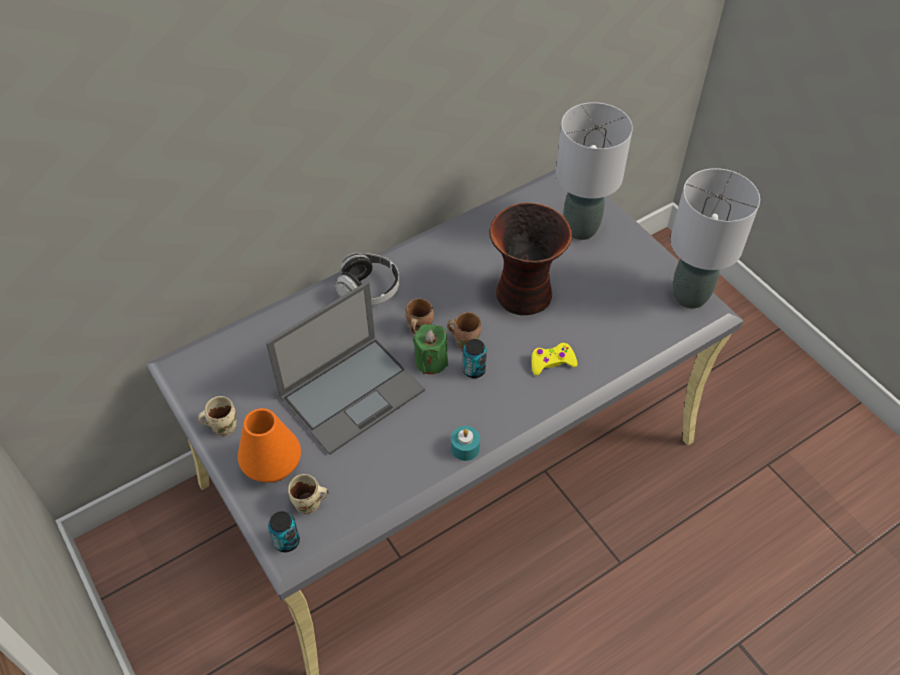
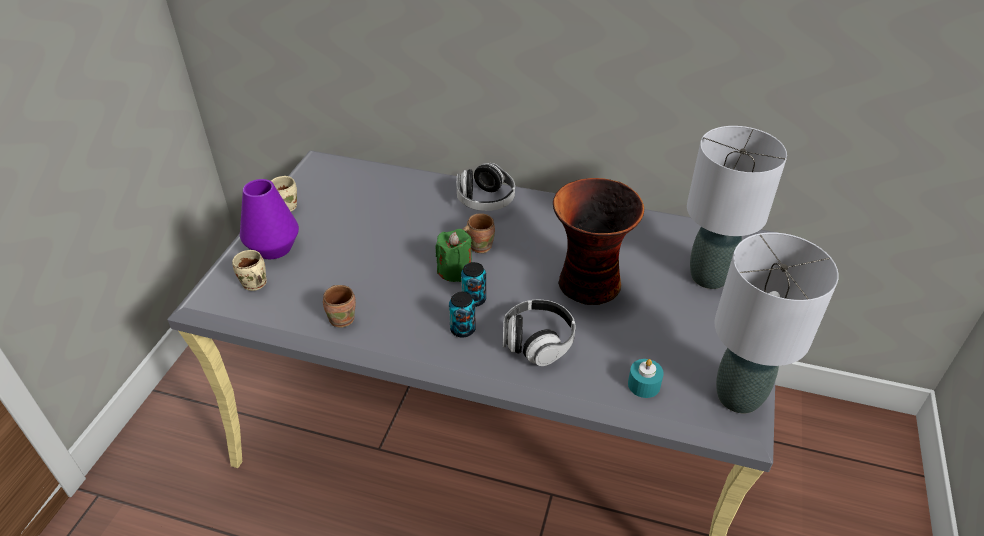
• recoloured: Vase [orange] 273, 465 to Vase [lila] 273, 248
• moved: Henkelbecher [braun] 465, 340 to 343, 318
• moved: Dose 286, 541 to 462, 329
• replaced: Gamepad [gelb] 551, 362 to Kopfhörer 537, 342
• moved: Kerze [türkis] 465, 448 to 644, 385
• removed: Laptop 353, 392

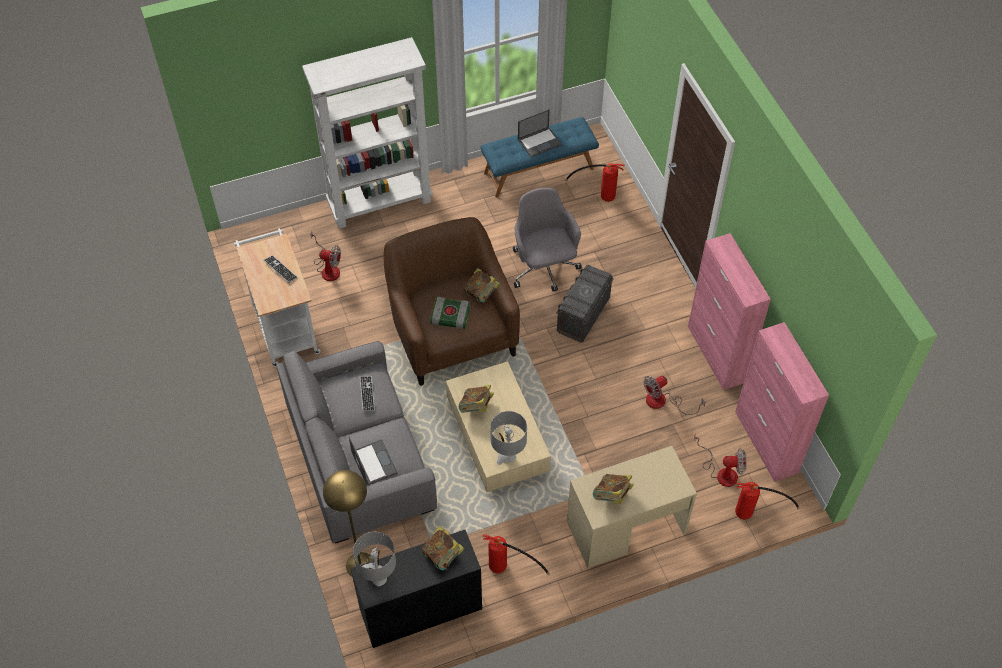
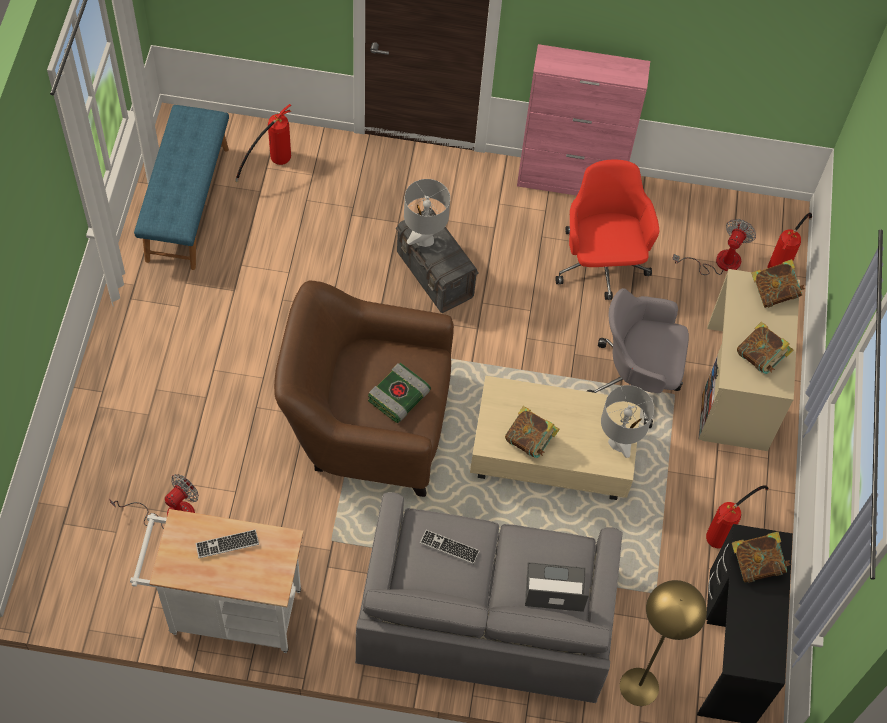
• moved: Tischlampe [grau] 378, 578 to 424, 240
• replaced: Ventilator 663, 402 to Bürostuhl [rot] 601, 264
• moved: Bürostuhl [grau] 544, 268 to 635, 380
• moved: Buch 481, 293 to 773, 292
• removed: Bücherregal [weiß] 380, 203
• removed: Laptop 540, 142
• removed: Schrank [rosa] 766, 442

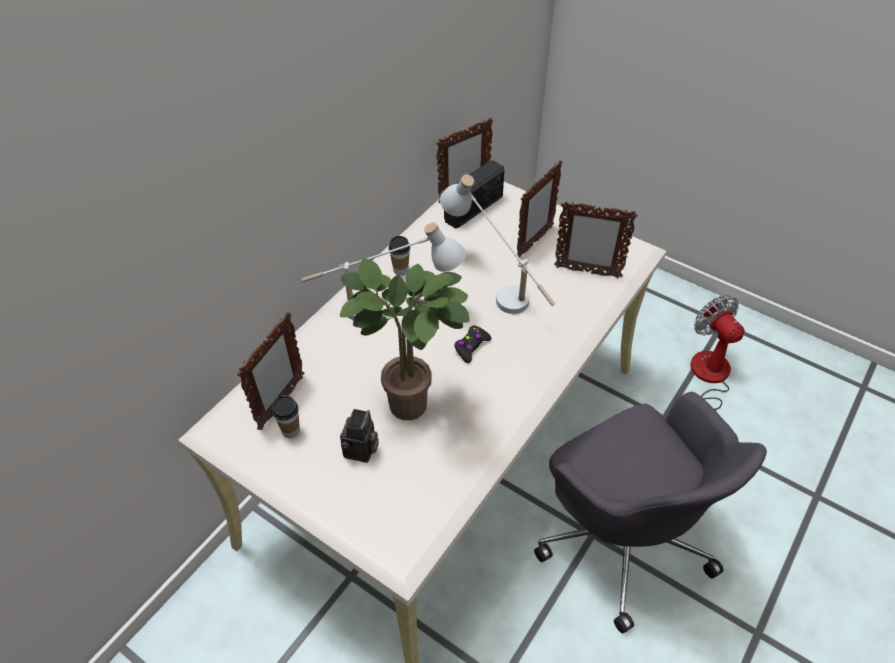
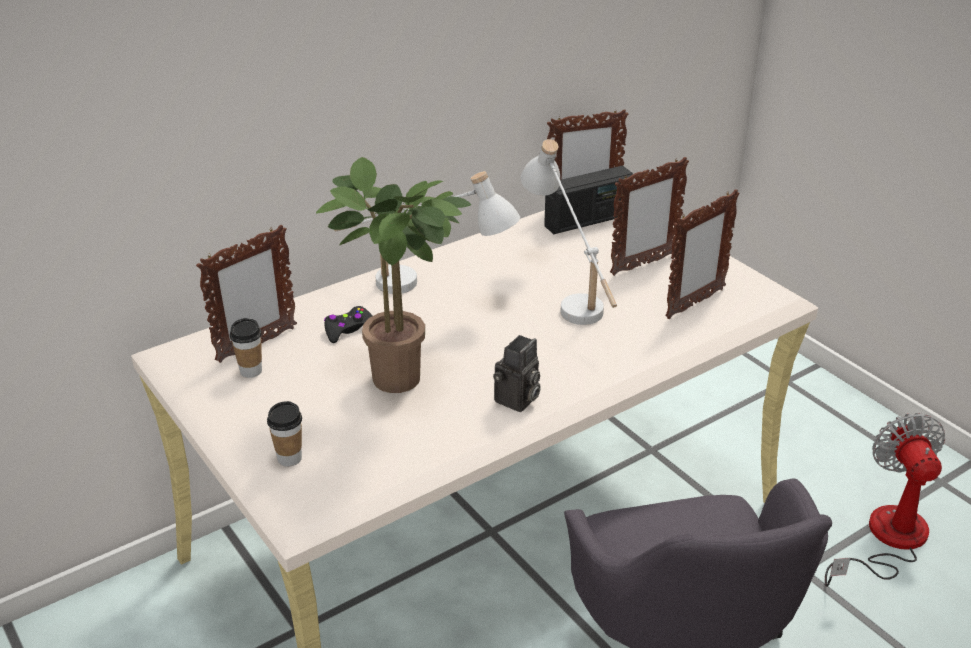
• moved: Tasse 400, 270 to 289, 458
• moved: Gamepad [schwarz] 471, 347 to 349, 330
• moved: Kamera 361, 451 to 517, 401
• turned: Bilderrahmen 586, 272 = 694, 304 75 degrees counterclockwise

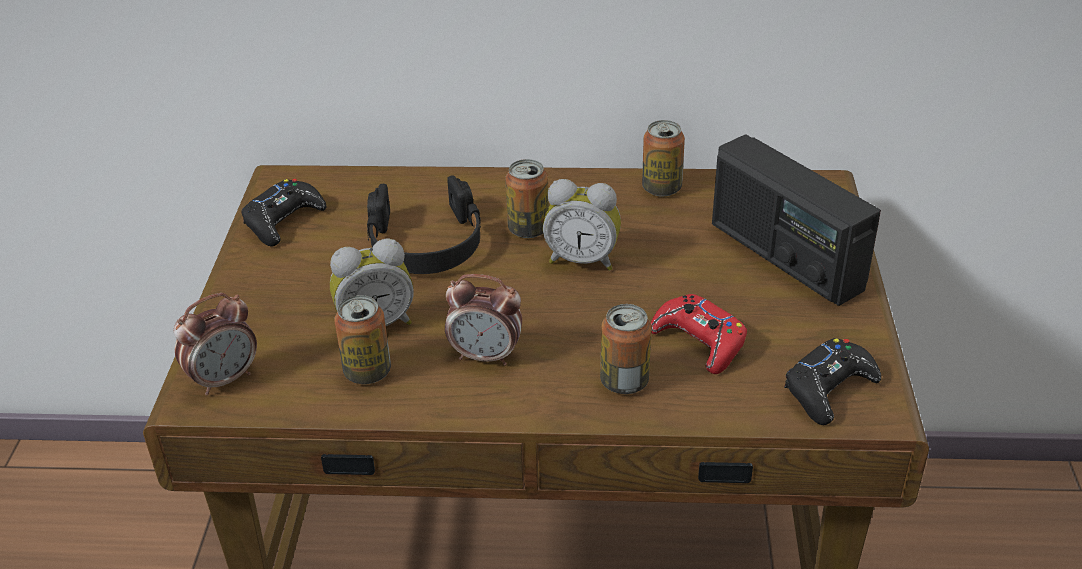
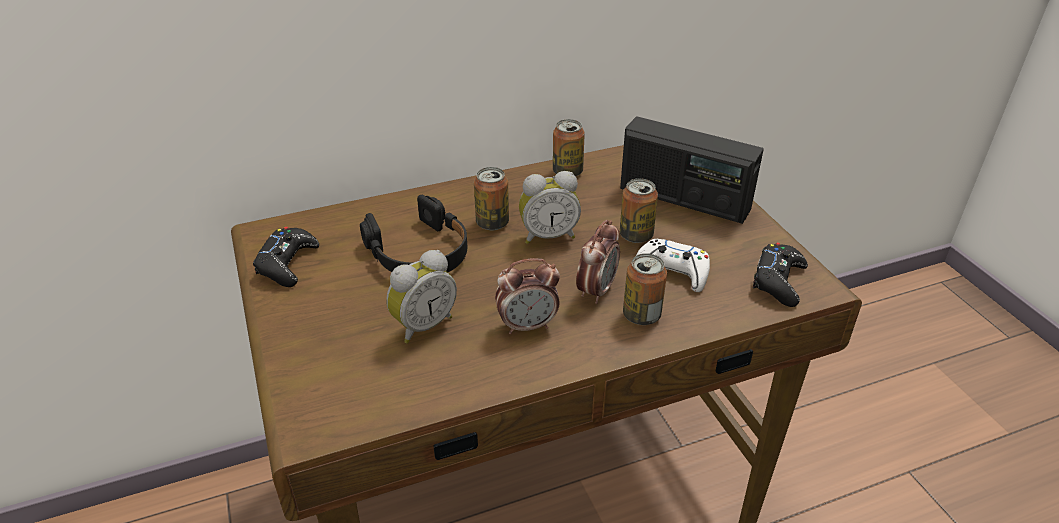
• moved: Wecker 224, 379 to 596, 290
• moved: Dose 367, 372 to 636, 235
• recoloured: Gamepad [rot] 699, 341 to Gamepad [weiß] 671, 272

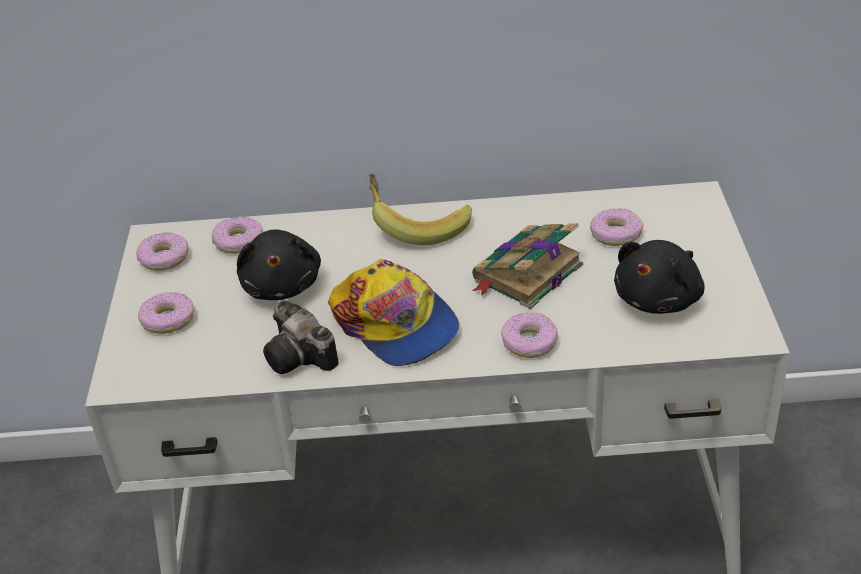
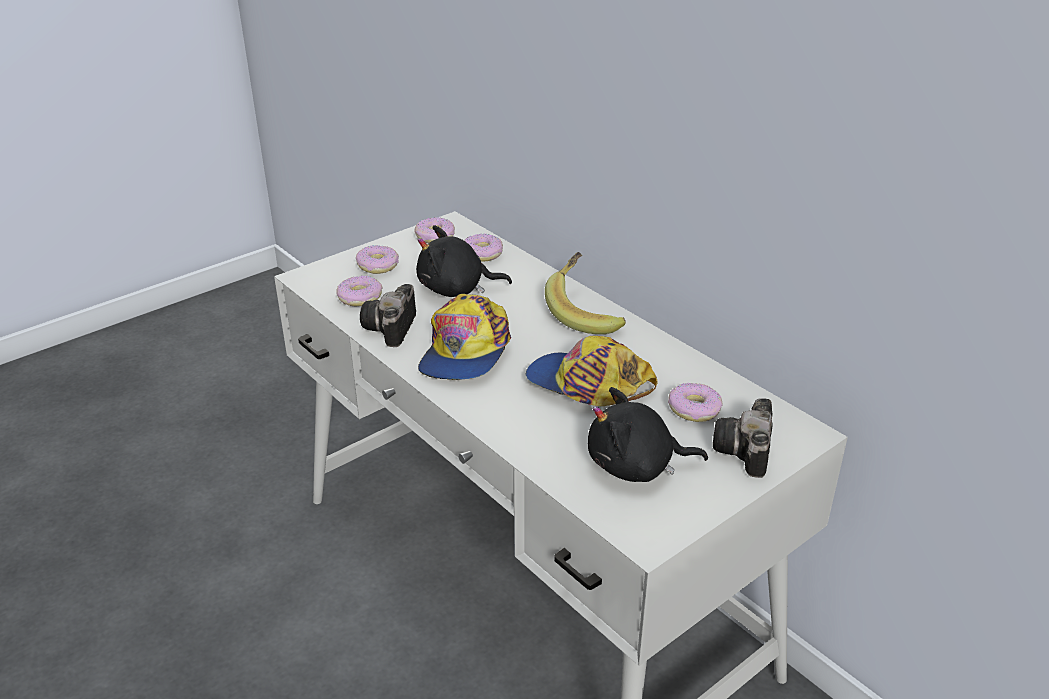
• moved: Donut 529, 342 to 359, 297
• turned: Plüschtier [schwarz] 282, 285 = 456, 289 45 degrees clockwise
• replaced: Buch 526, 274 to Kappe 588, 385
• added: Kamera 745, 453

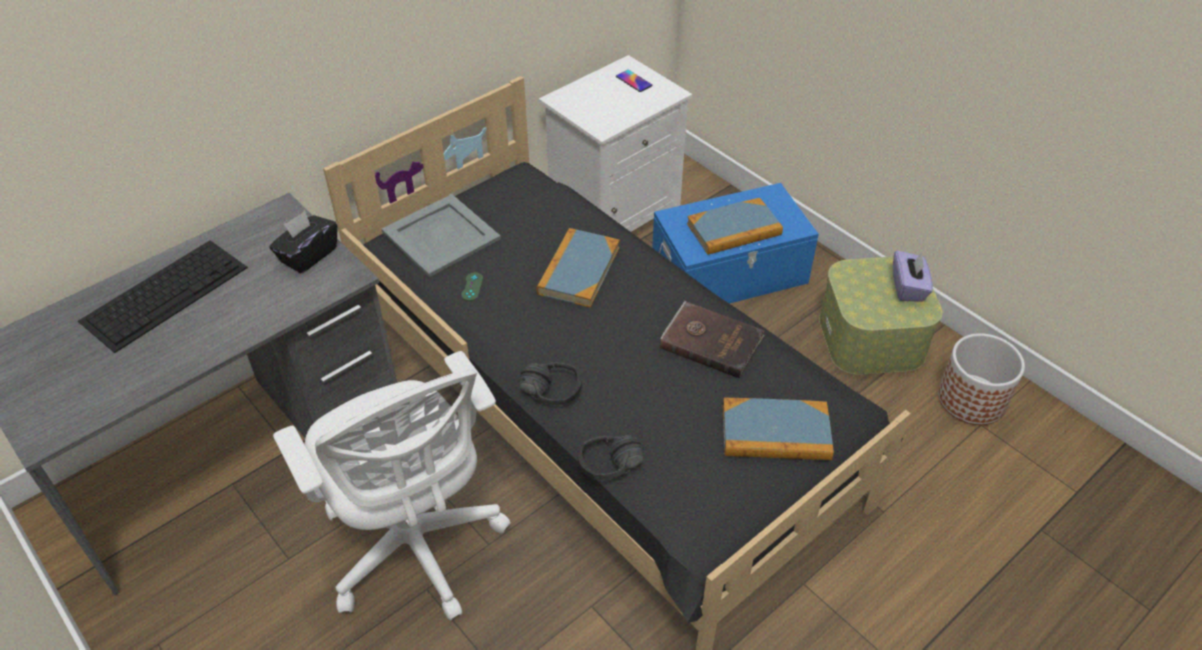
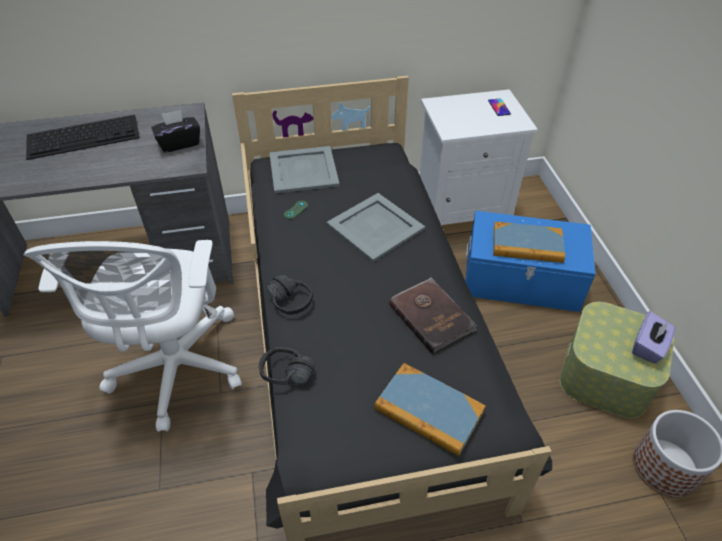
• replaced: Buch 578, 270 to Tablett [grau] 374, 226

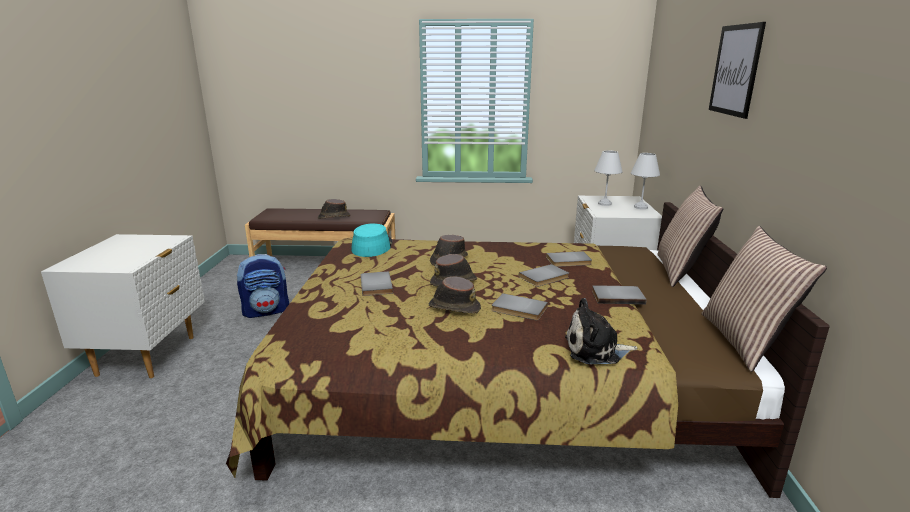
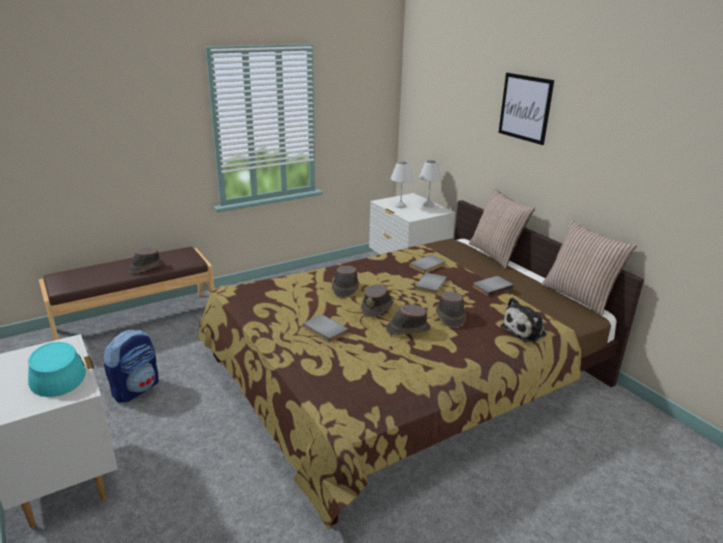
• moved: Hut [türkis] 372, 246 to 57, 374
• replaced: Buch [grau] 518, 309 to Hut [braun] 450, 317

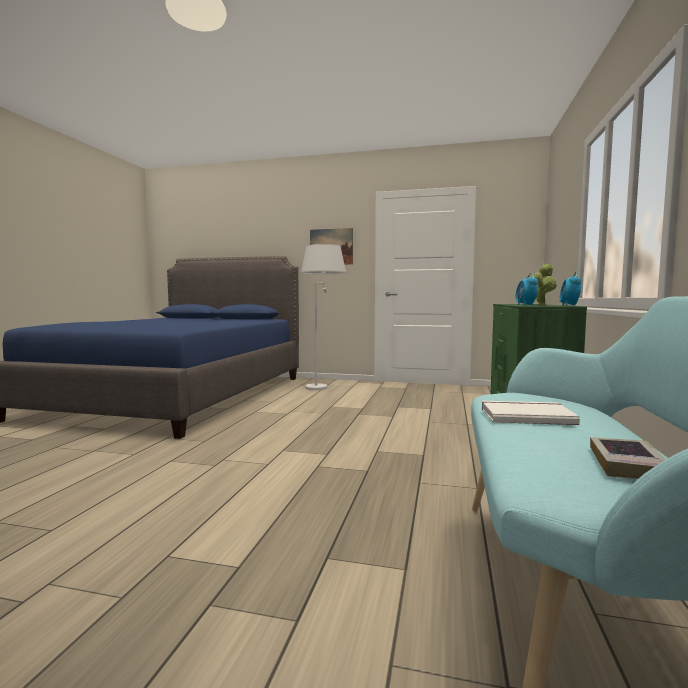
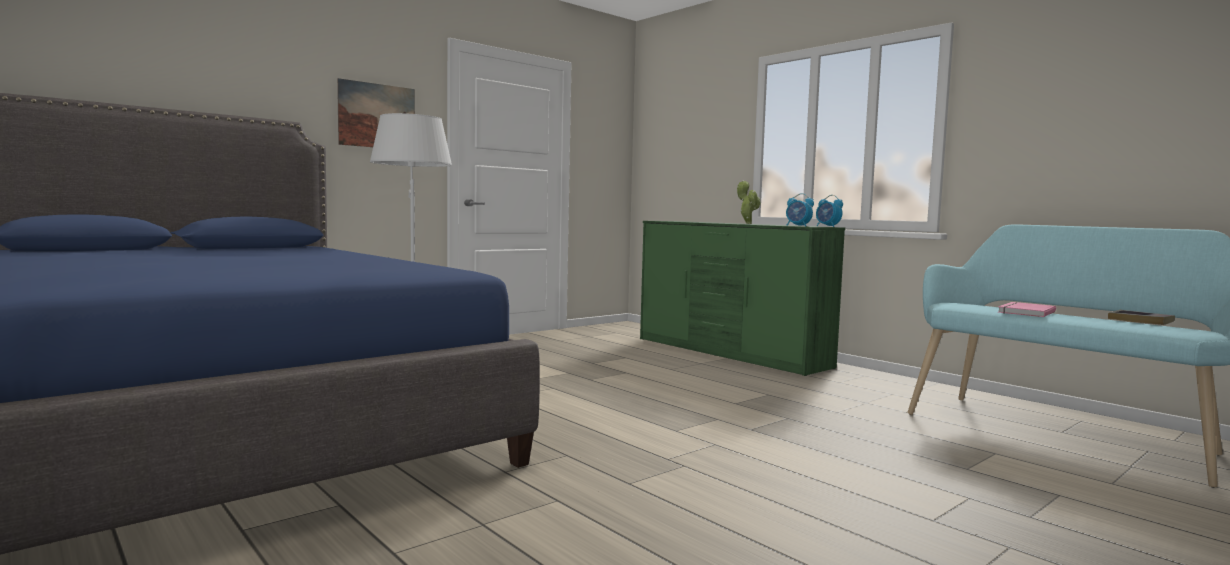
• recoloured: Buch [weiß] 525, 415 to Buch [rosa] 1024, 312

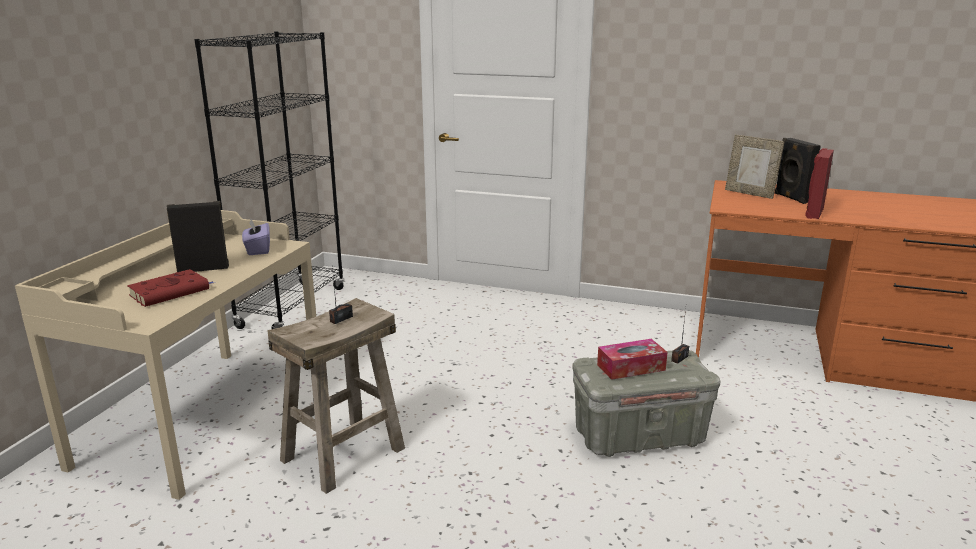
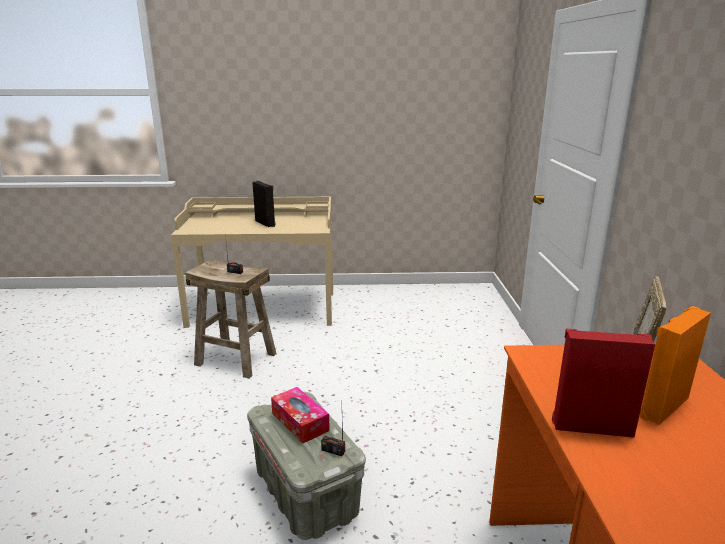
• recoloured: Lautsprecher [schwarz] 791, 198 to Lautsprecher [orange] 662, 406
• removed: Buch [rot] 171, 292
• removed: Bücherregal [schwarz] 292, 307
• removed: Taschentuchbox [lila] 258, 250

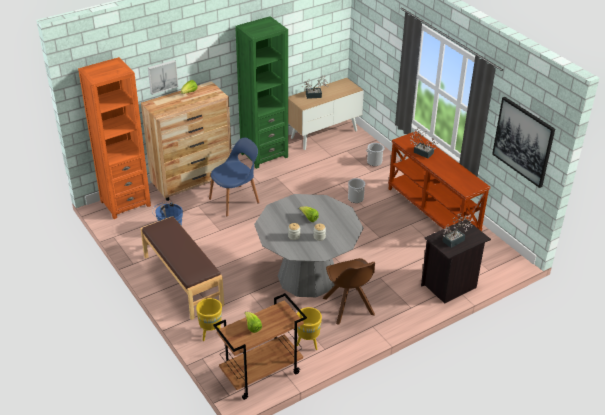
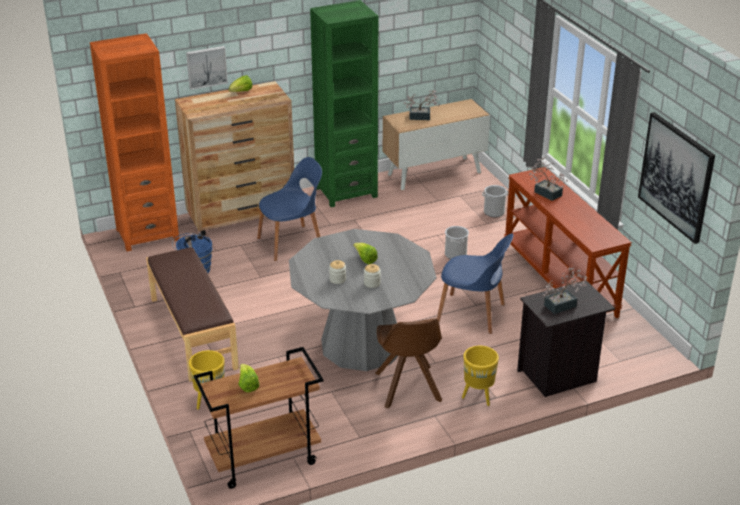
• added: Stuhl [blau] 473, 314
• moved: Pflanzkübel [gelb] 308, 343 to 479, 396

